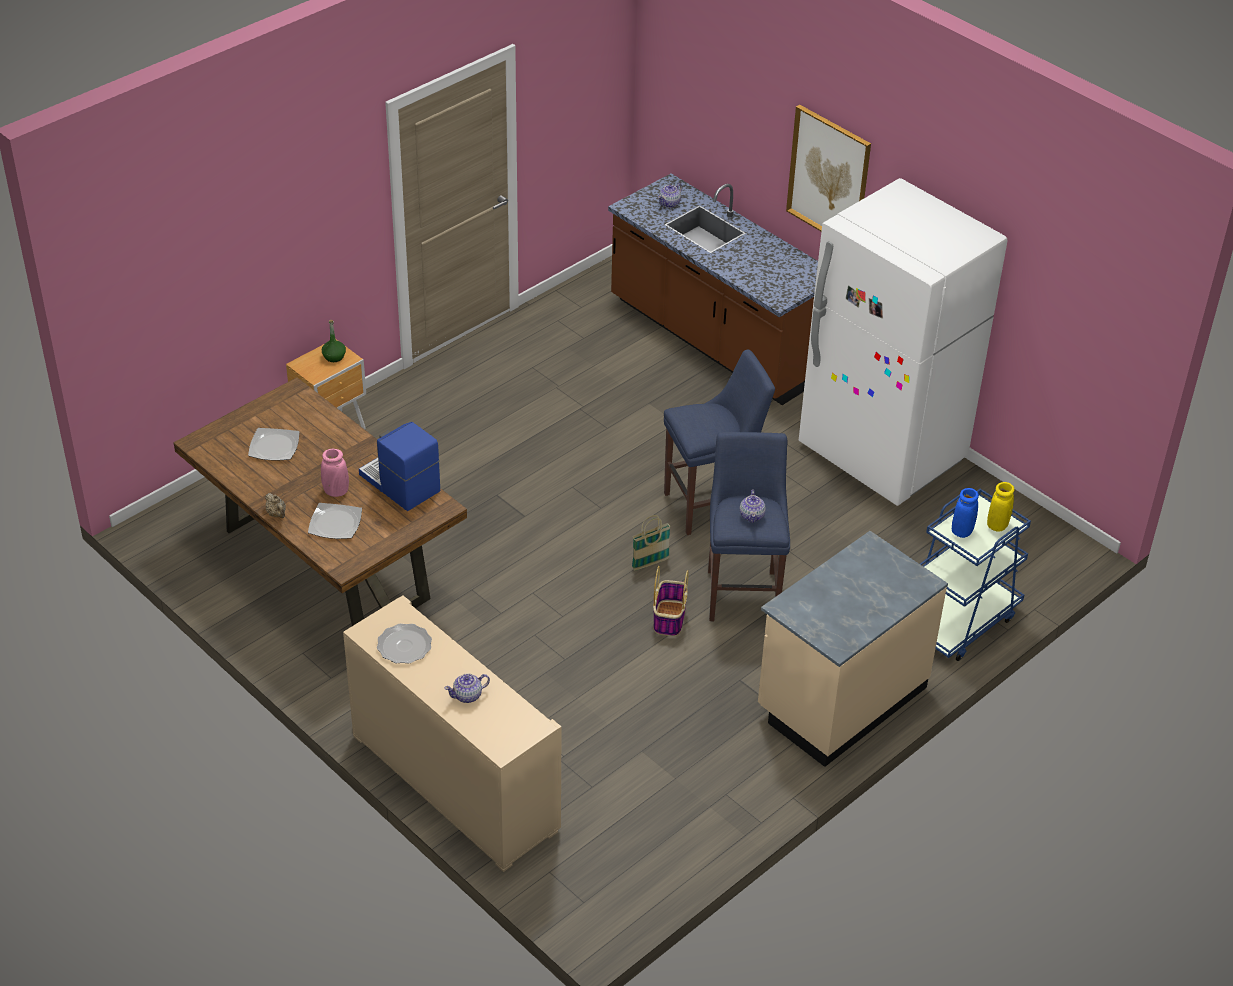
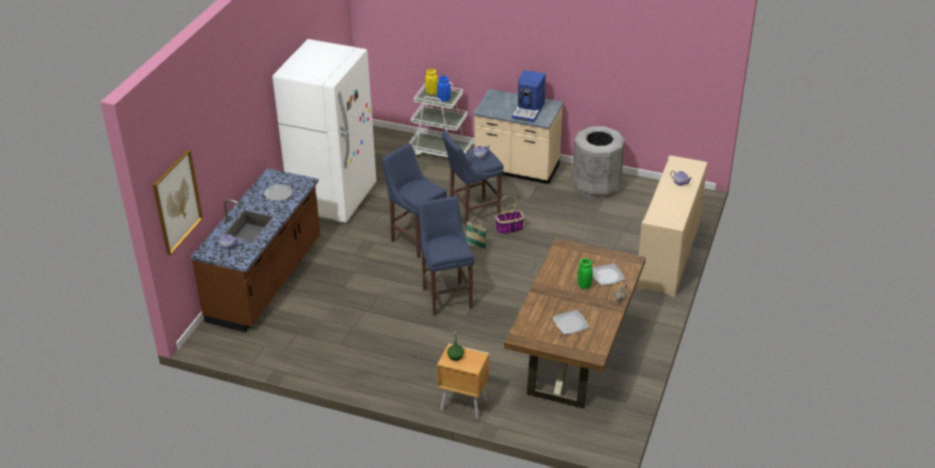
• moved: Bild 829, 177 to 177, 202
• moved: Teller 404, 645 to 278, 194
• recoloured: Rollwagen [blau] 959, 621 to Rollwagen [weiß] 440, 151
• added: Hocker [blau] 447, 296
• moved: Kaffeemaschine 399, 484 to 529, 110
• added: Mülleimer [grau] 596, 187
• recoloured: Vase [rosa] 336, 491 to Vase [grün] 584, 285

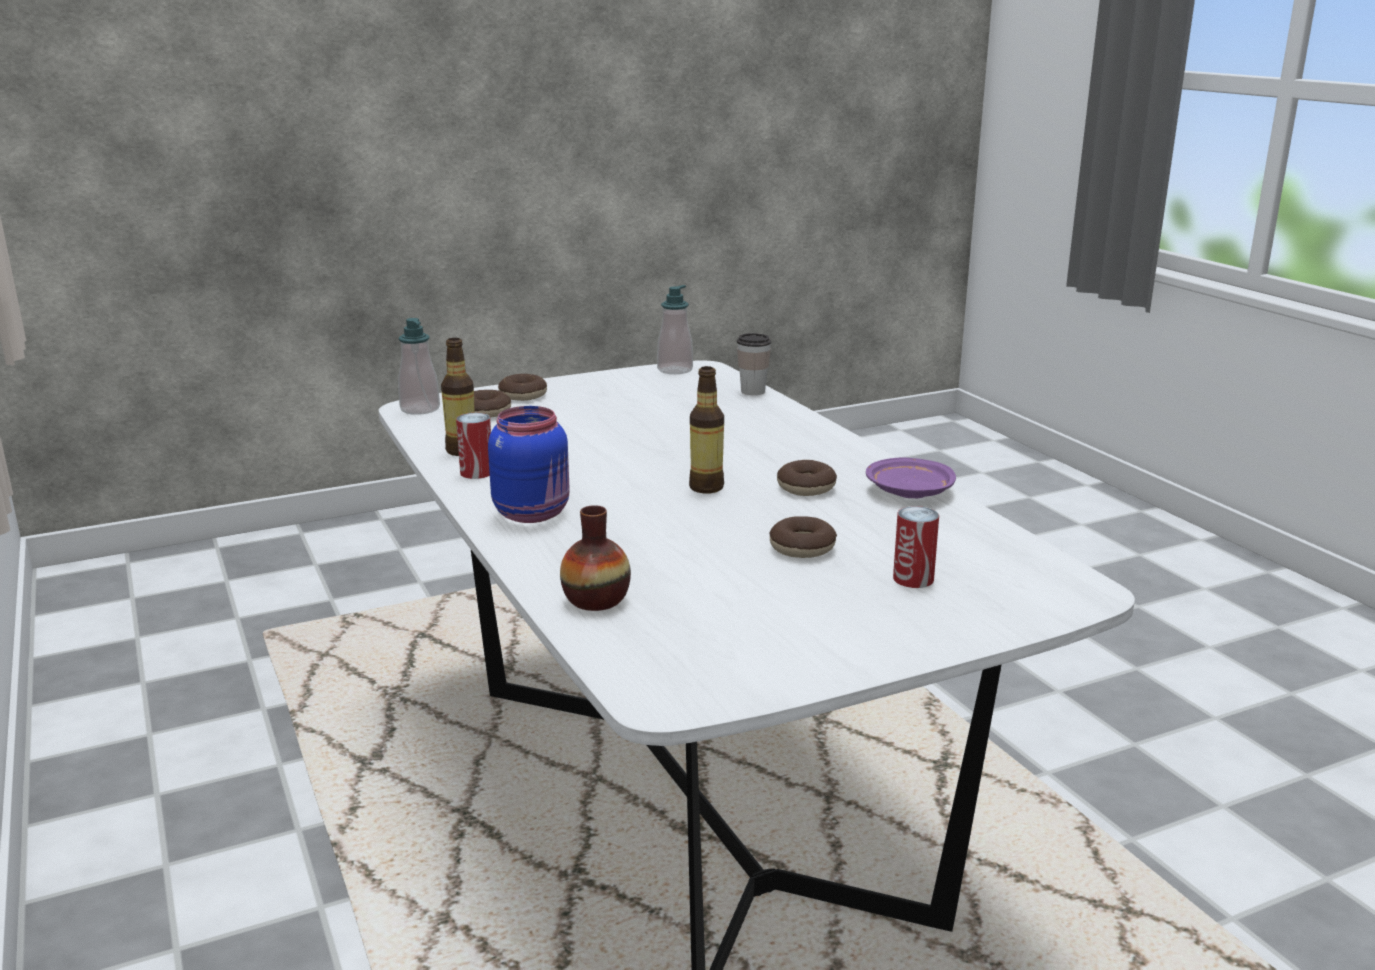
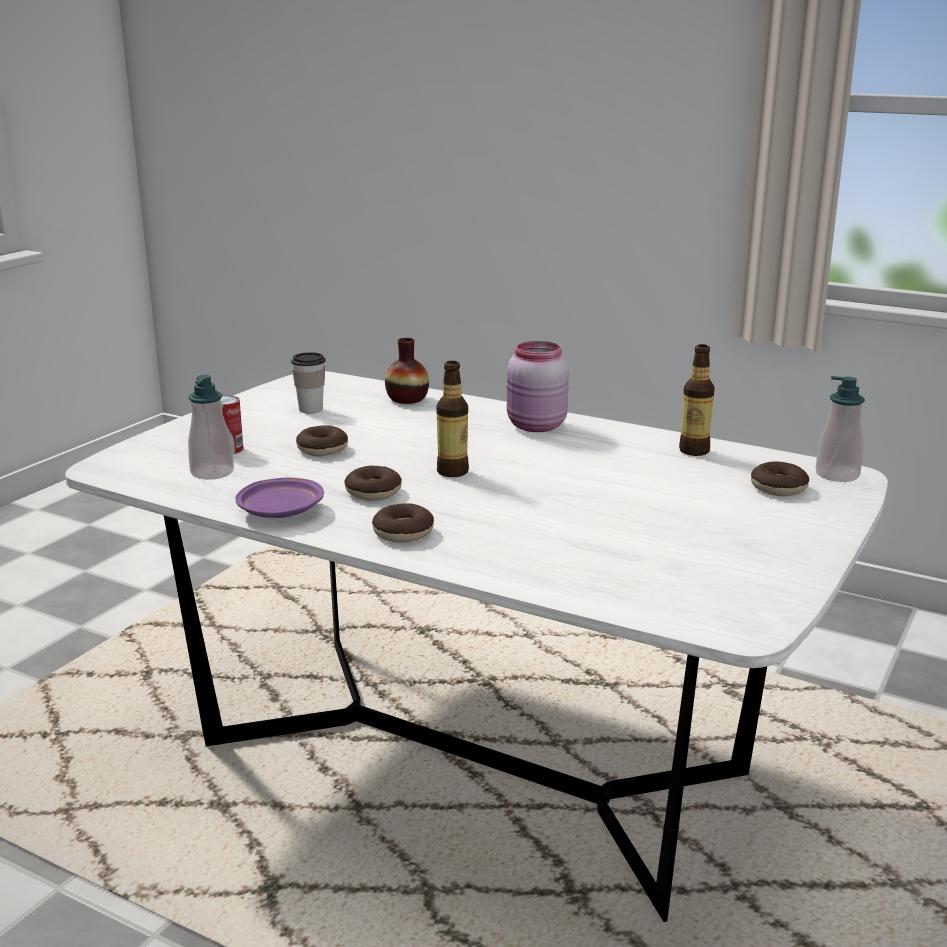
• moved: Seifenspender 675, 370 to 212, 473
• moved: Tasse 752, 391 to 311, 409
• moved: Donut 523, 395 to 403, 532
• recoloured: Vorratsglas [blau] 534, 513 to Vorratsglas [rosa] 535, 426
• removed: Dose 476, 472

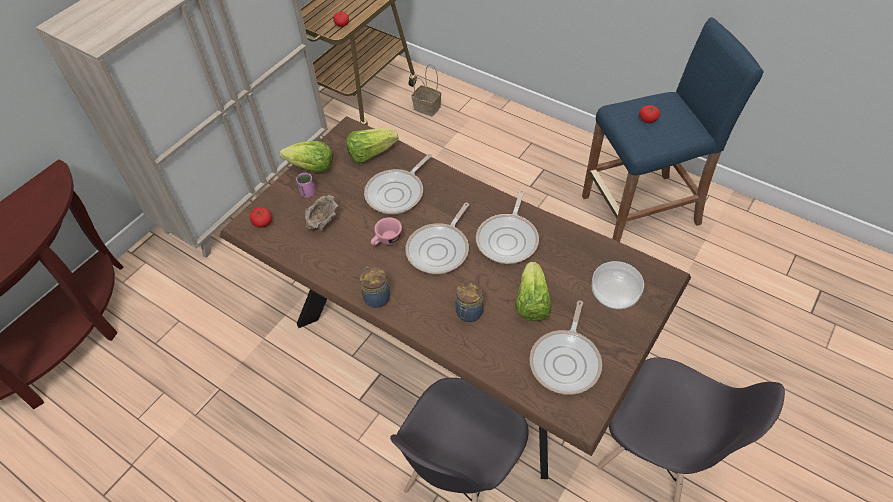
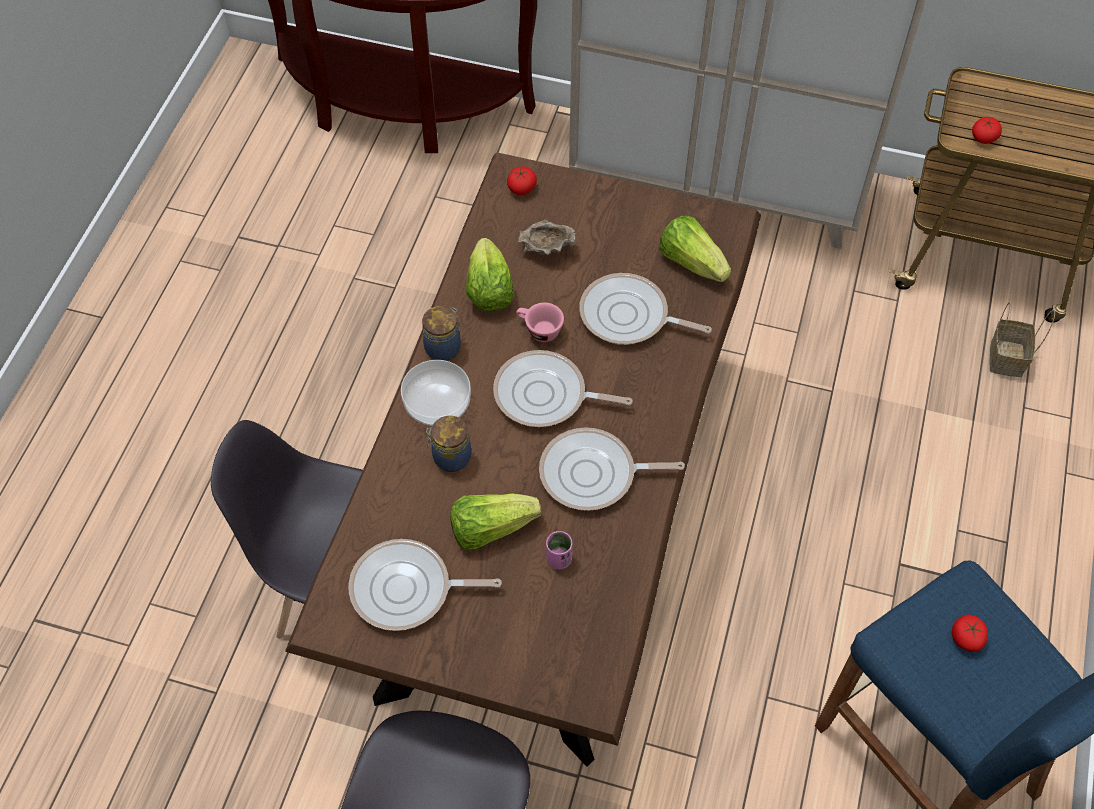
• moved: Schüssel 614, 293 to 437, 403
• moved: Salatkopf 312, 168 to 489, 291
• moved: Tasse [rosa] 308, 193 to 559, 559

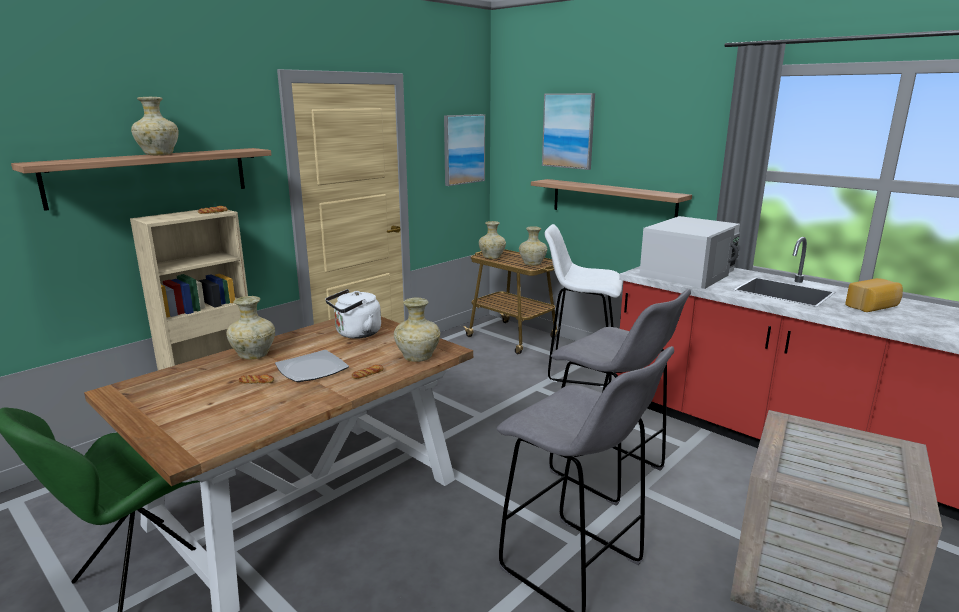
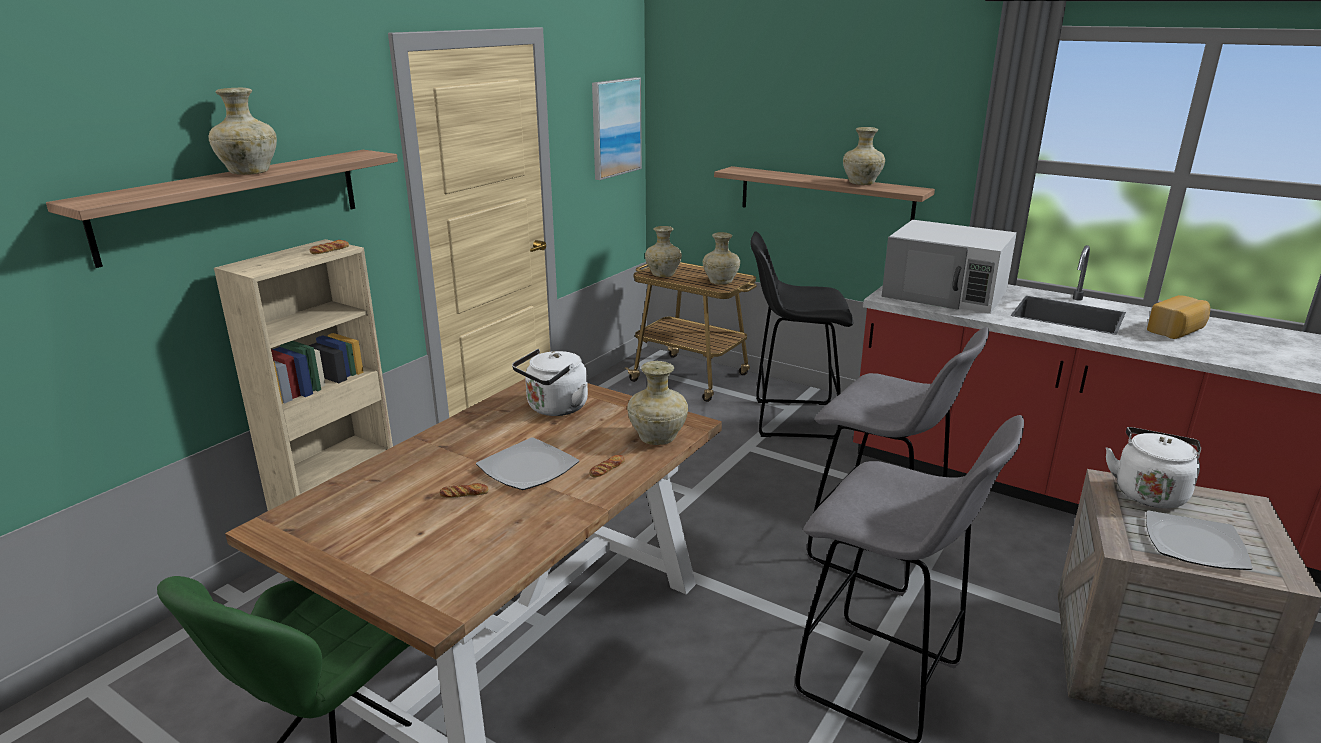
• recoloured: Hocker [weiß] 578, 371 to Hocker [schwarz] 791, 419
• moved: Vase [beige] 254, 355 to 861, 183
• turned: Mikrowelle [weiß] 688, 273 = 945, 293 90 degrees clockwise
• added: Wasserkessel [weiß] 1149, 492
• added: Teller 1194, 545
• removed: Bild 568, 131

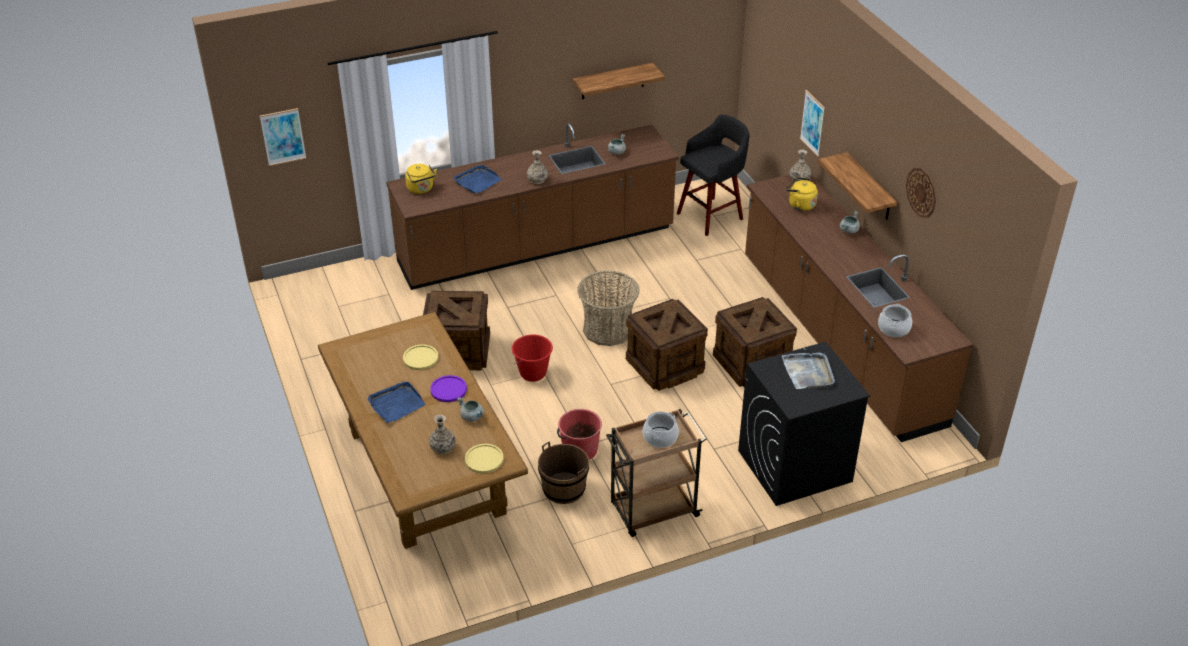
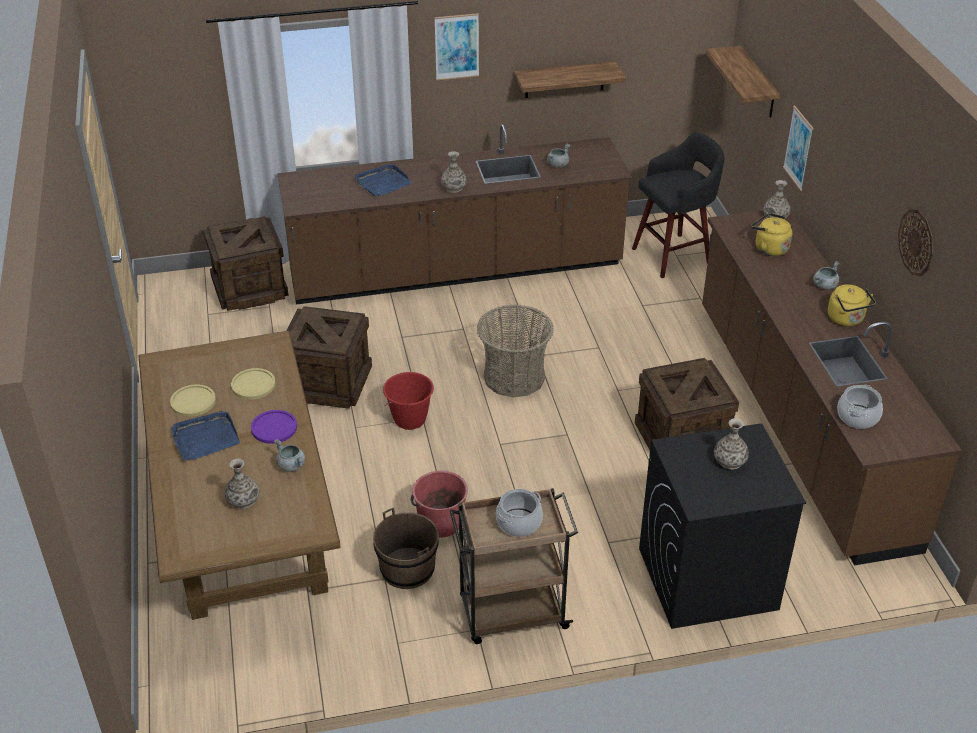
• moved: Teller [gelb] 484, 459 to 193, 401
• moved: Kiste 665, 366 to 249, 288
• moved: Bild 283, 137 to 457, 46
• moved: Wandregal 869, 188 to 757, 83
• replaced: Tablett [grau] 808, 372 to Vase 729, 461
• moved: Wasserkessel [gelb] 421, 189 to 847, 319

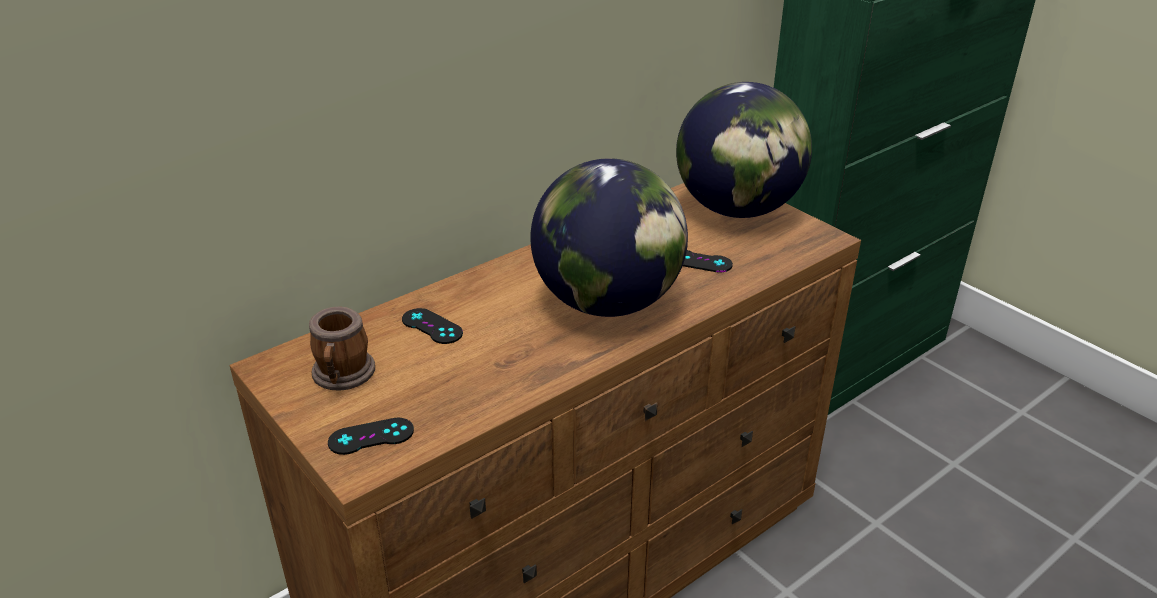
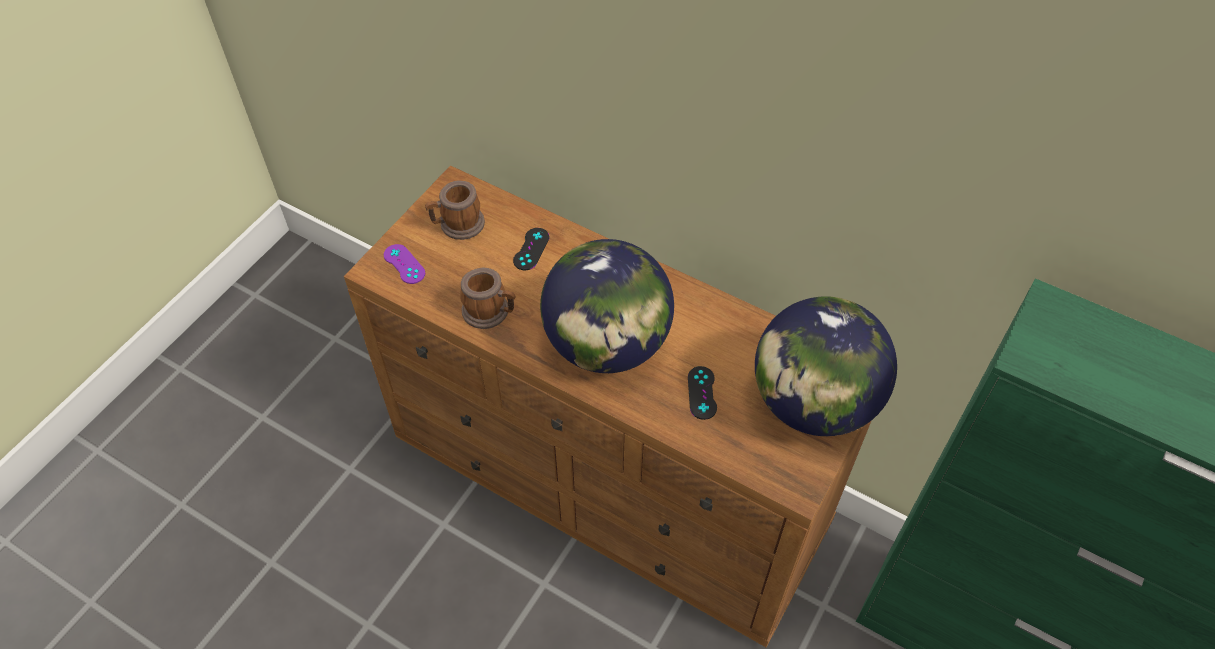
• recoloured: Gamepad [schwarz] 371, 436 to Gamepad [lila] 404, 264
• added: Henkelbecher 490, 312

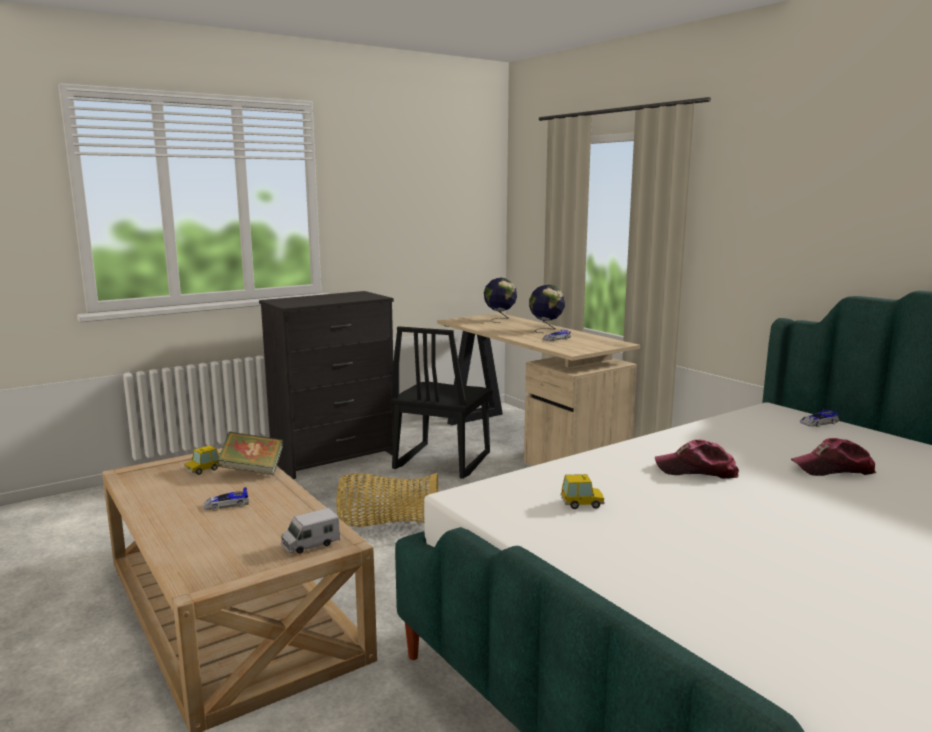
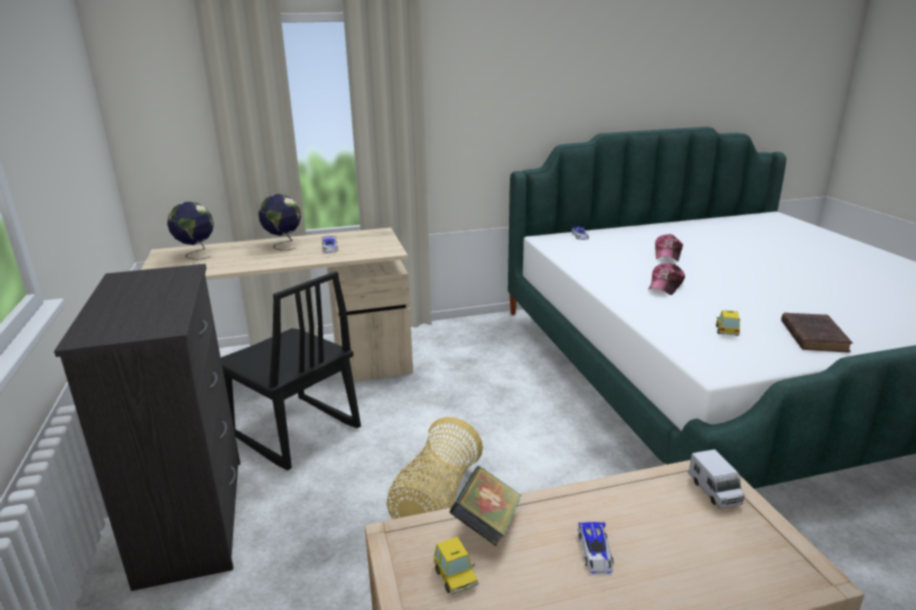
• added: Buch [braun] 813, 335

